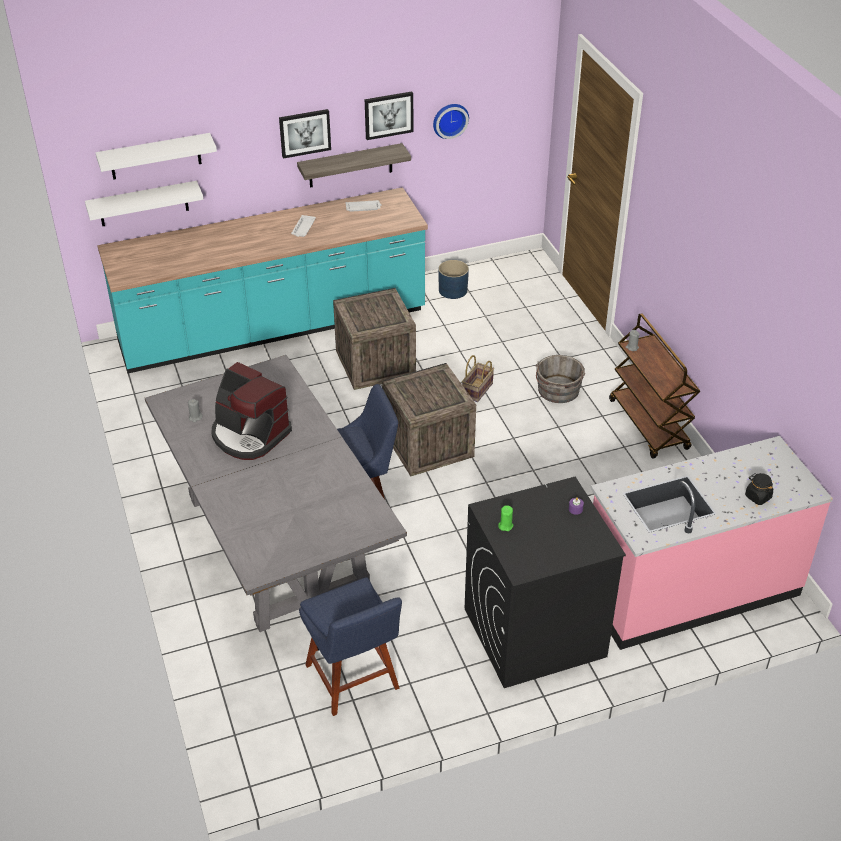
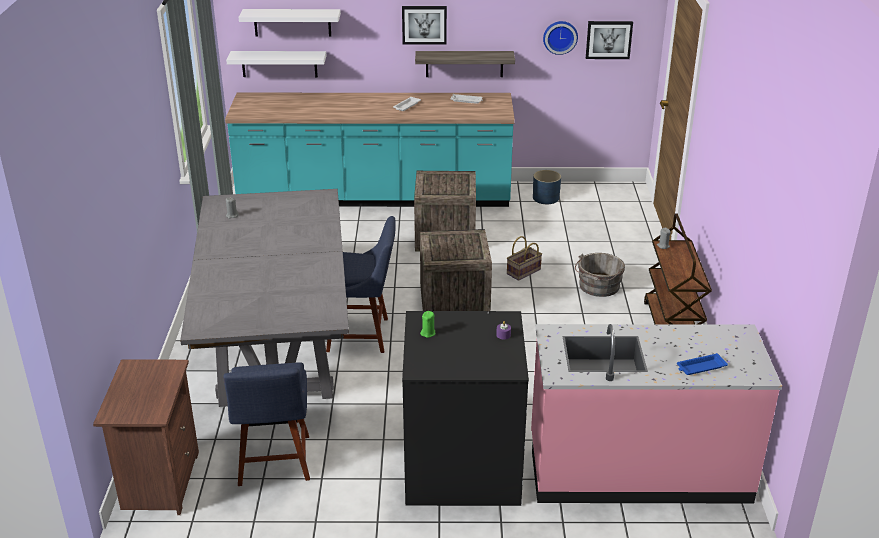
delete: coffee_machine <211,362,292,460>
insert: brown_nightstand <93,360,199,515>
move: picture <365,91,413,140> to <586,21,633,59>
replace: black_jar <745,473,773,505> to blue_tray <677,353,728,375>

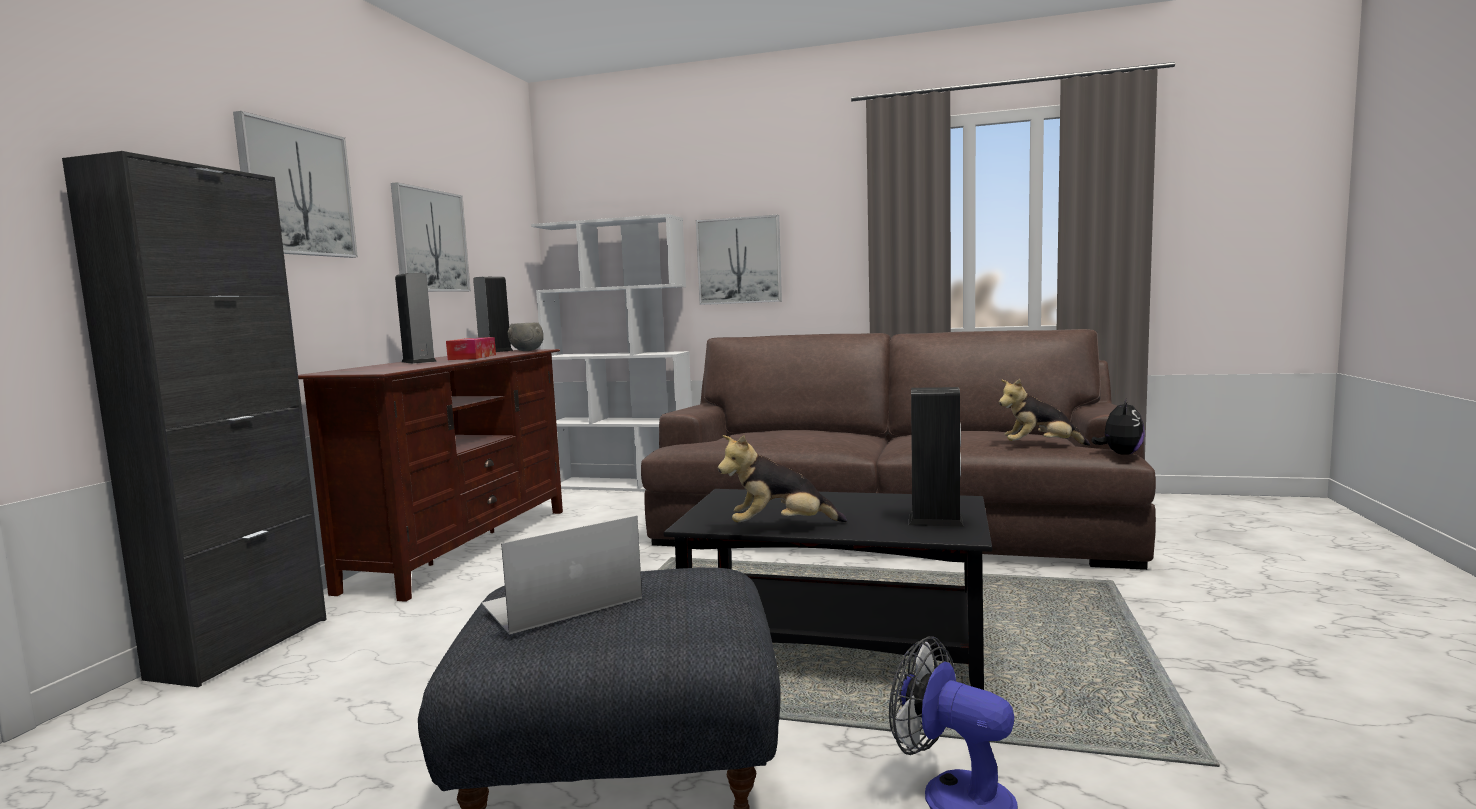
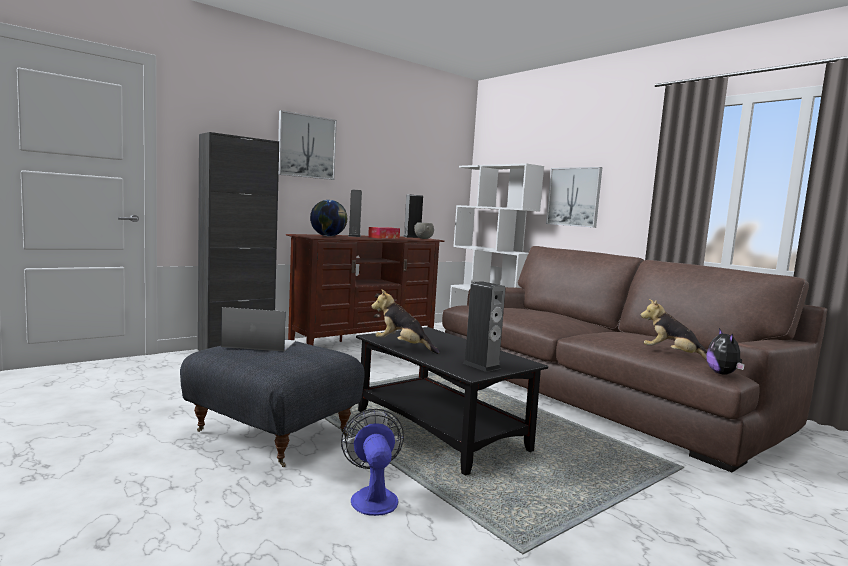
delete: picture <391,182,471,292>
insert: globe <310,200,347,236>
rotate: plush_toy <1091,398,1145,455> = <706,328,745,375> 120 degrees clockwise

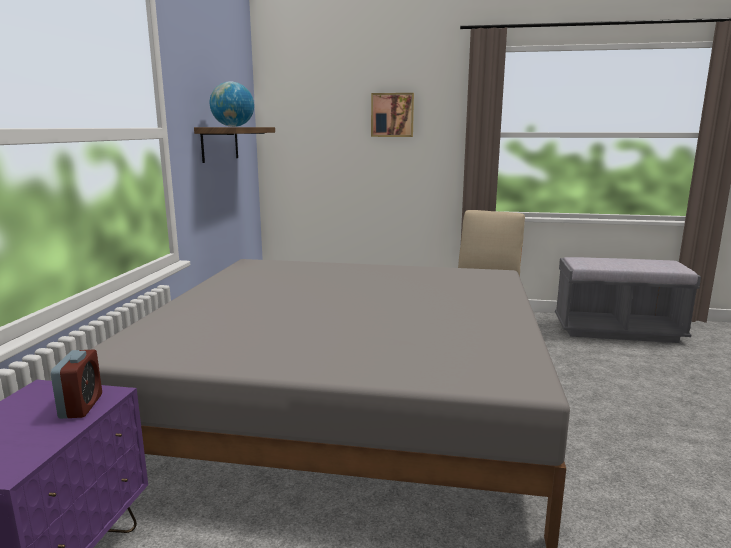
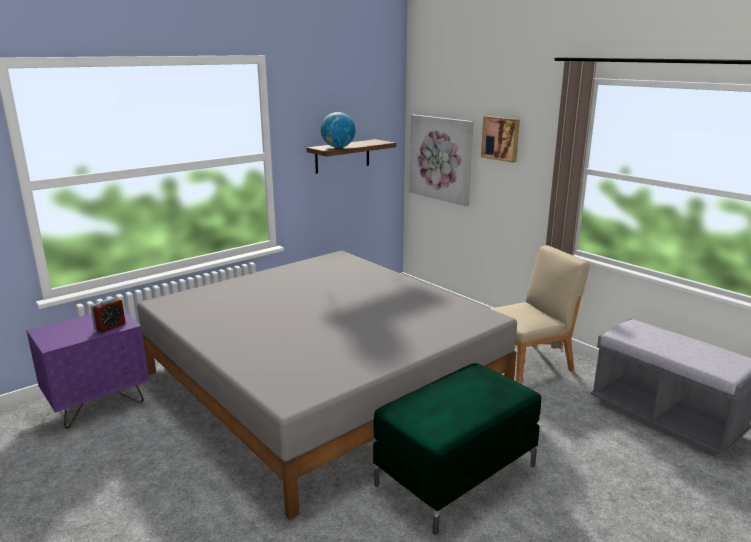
insert: green_ottoman <373,363,541,535>; picture <410,115,474,206>

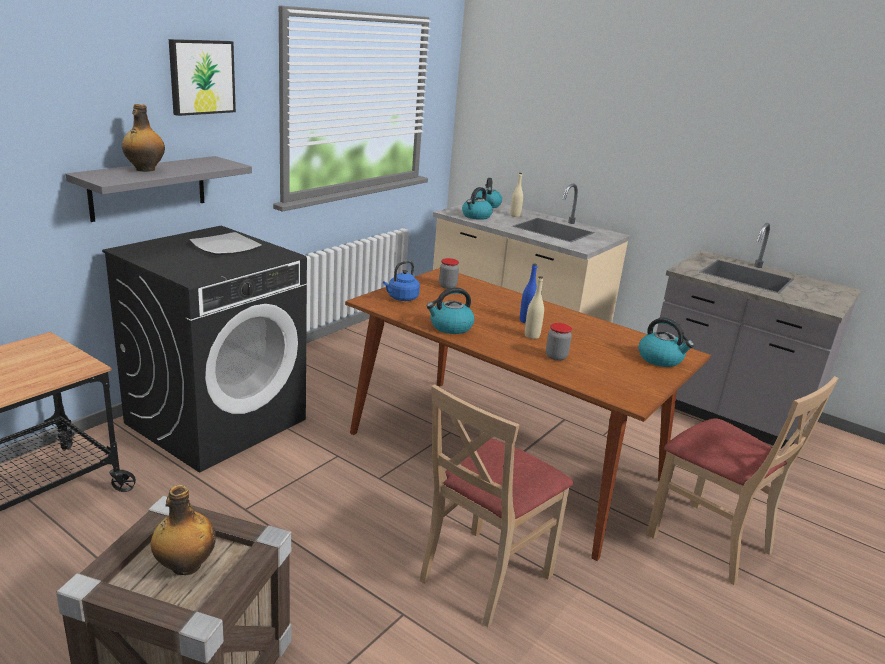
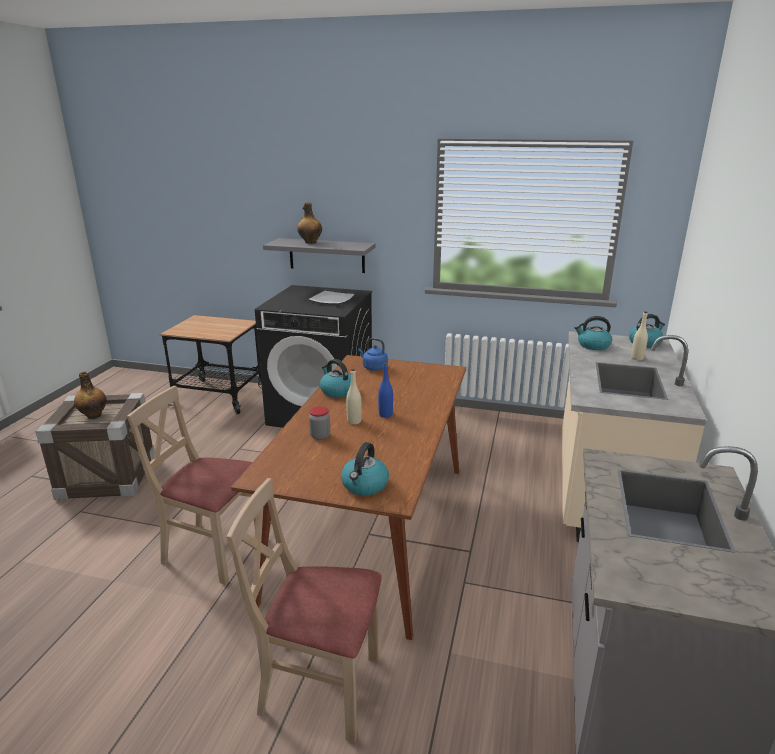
delete: picture <169,39,236,116>; jar <439,258,459,289>
rotate: beige_chair <646,376,838,585> = <226,478,382,742> 75 degrees clockwise

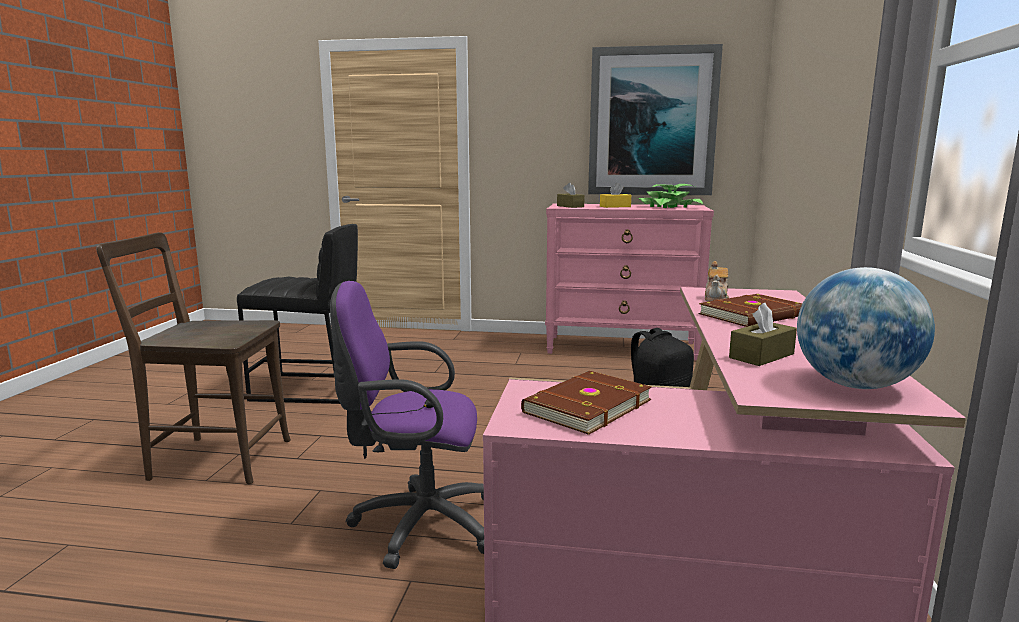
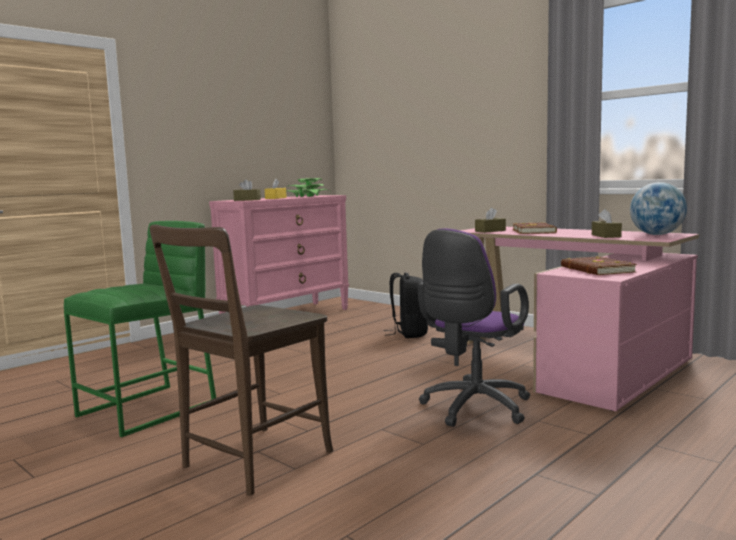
delete: picture <588,44,723,195>
replace: teapot <705,261,729,302> to brown_tissue_box <475,207,506,233>
recolor: black_stool <237,224,358,404> to green_stool <64,221,216,437>

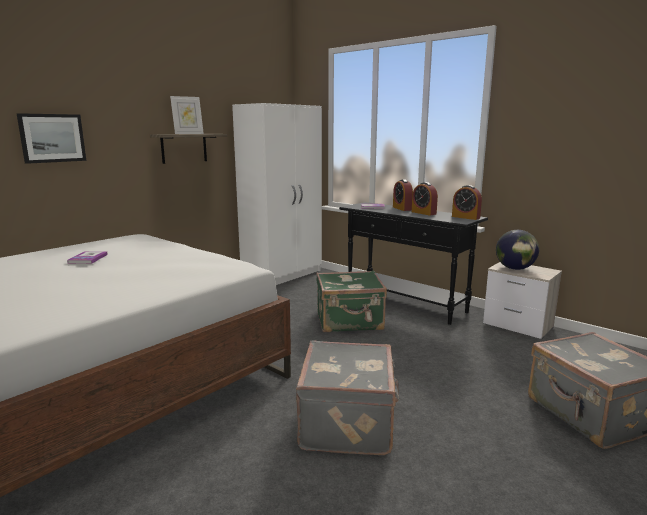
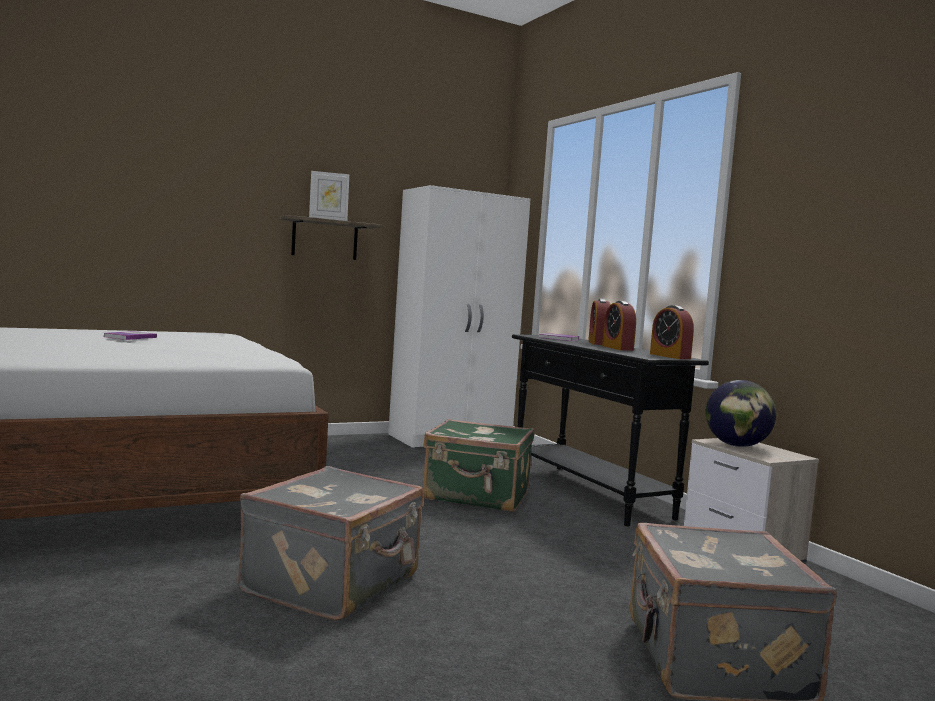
delete: picture <16,113,86,164>

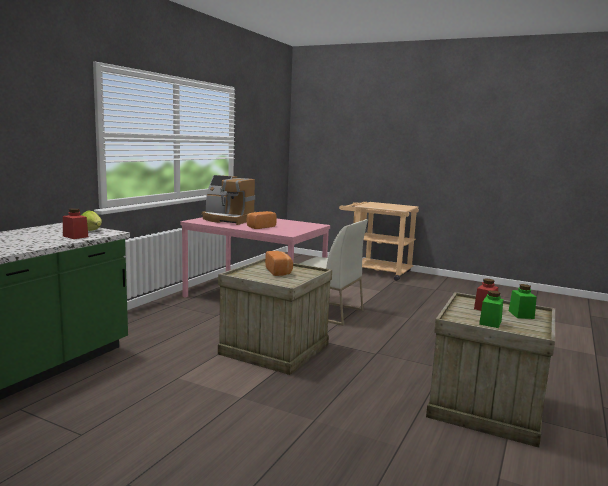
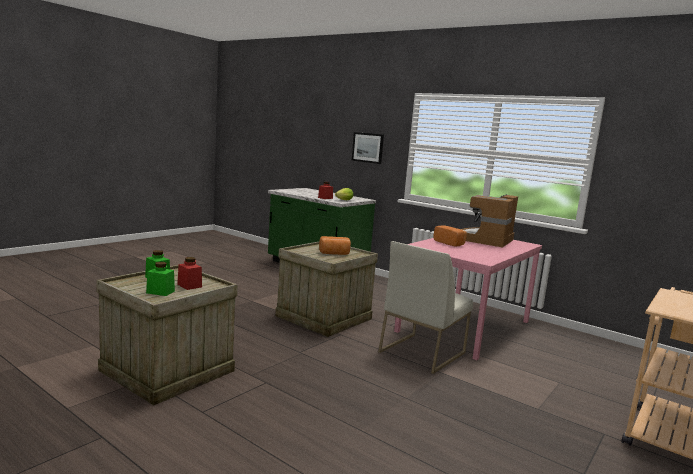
insert: picture <352,132,384,164>

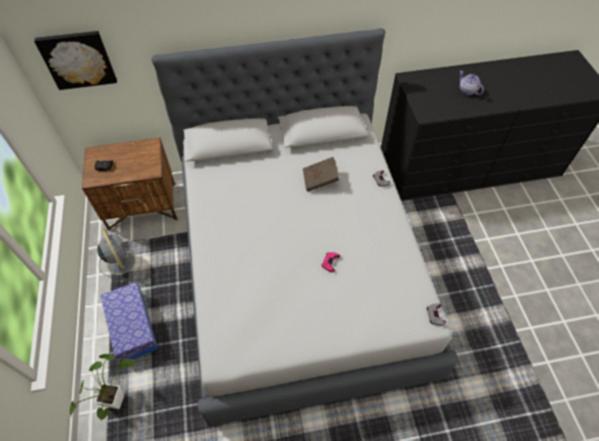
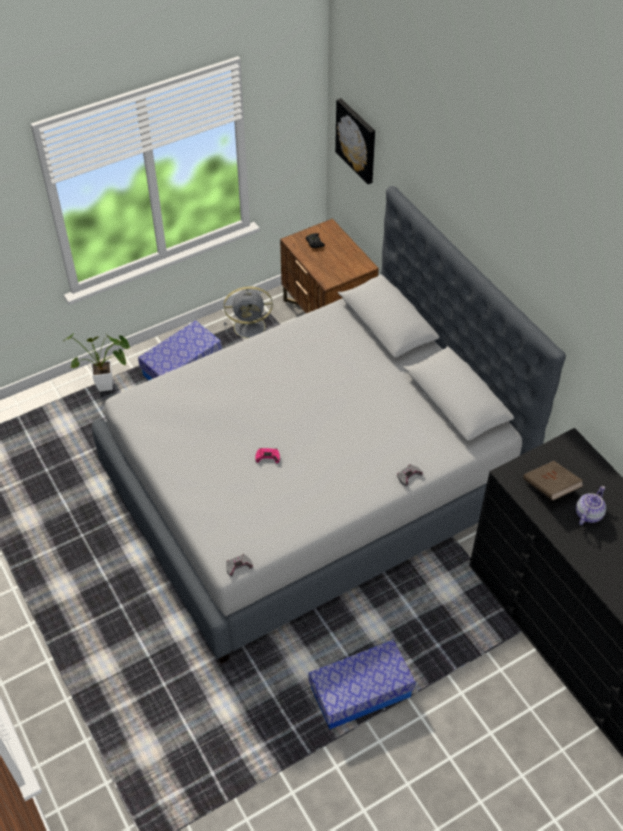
insert: storage_box <309,640,416,729>
move: brown_book <303,157,340,191> to <523,461,583,501>
rotate: grey_fan <97,229,142,283> = <224,286,274,342> 45 degrees clockwise

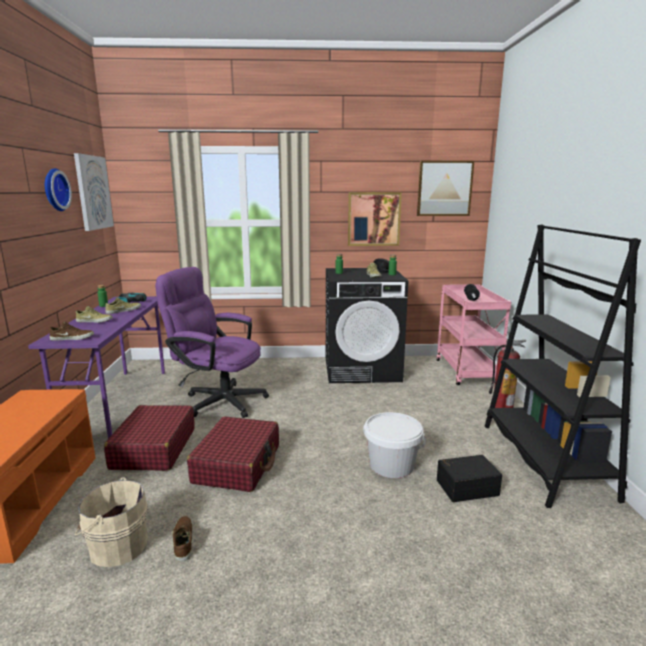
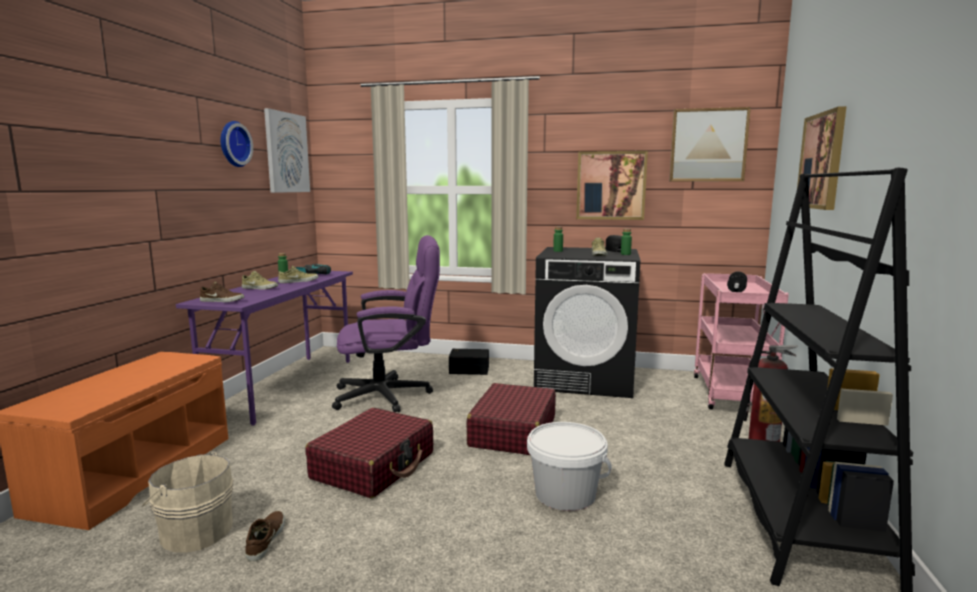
insert: picture <797,106,847,210>
move: black_storage_box <437,455,502,502> to <449,349,489,375>; red_suitcase <104,405,195,471> to <466,383,556,455>
rotate: purple_office_chair <155,267,269,418> = <332,235,440,413> 135 degrees clockwise

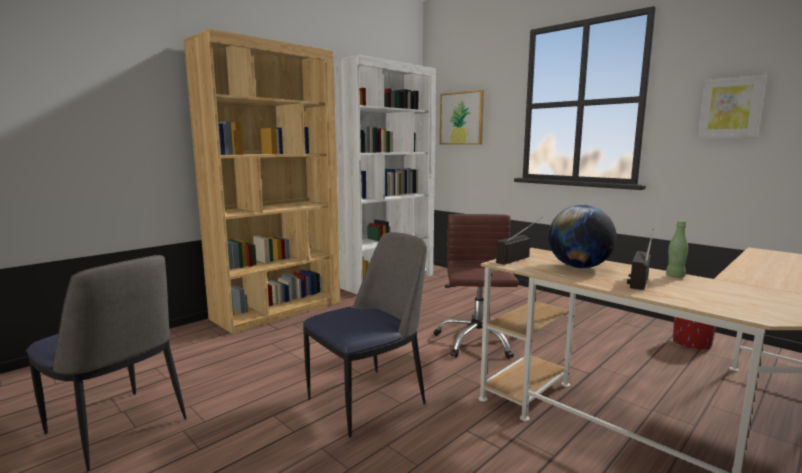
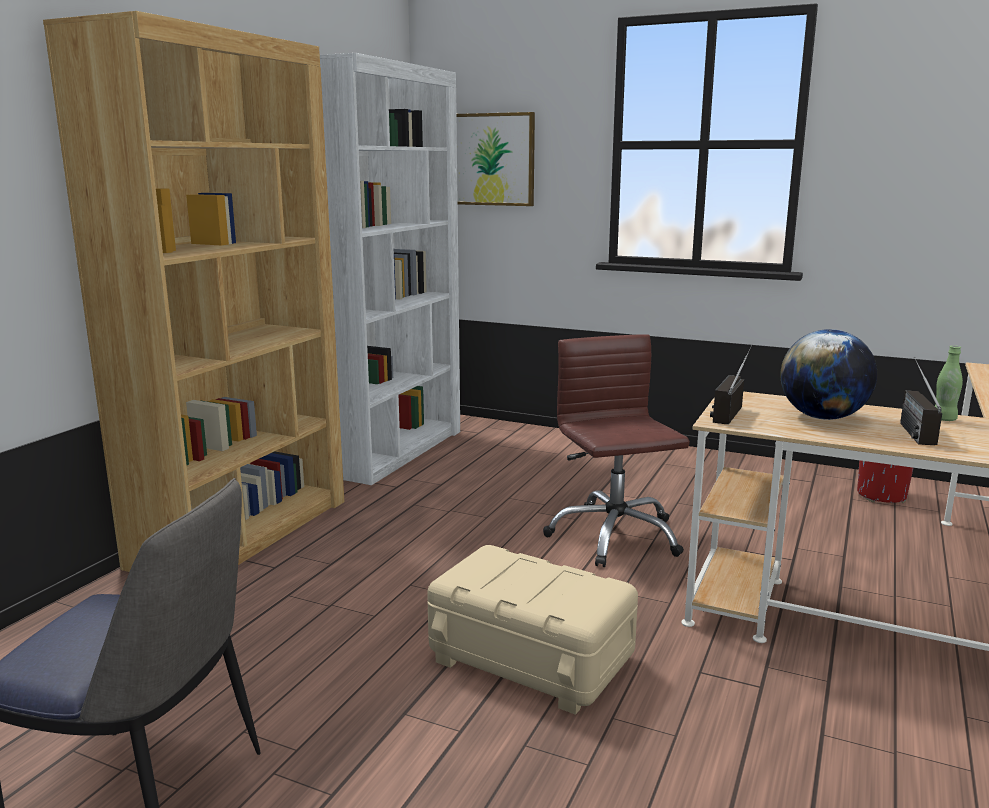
delete: picture <697,75,766,138>
replace: chair <303,232,427,438> to beige_storage_box <427,545,638,715>

